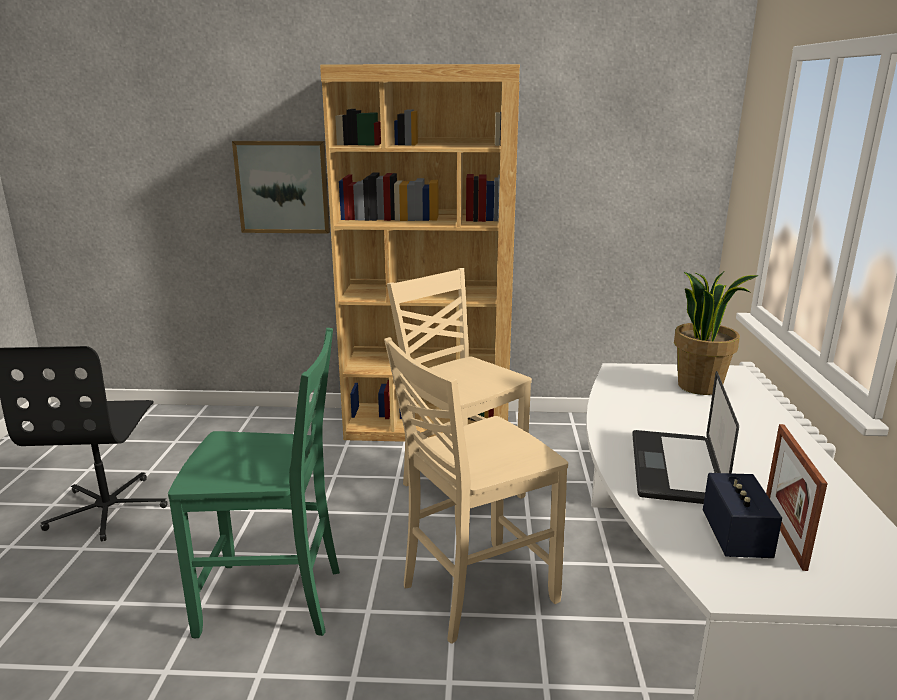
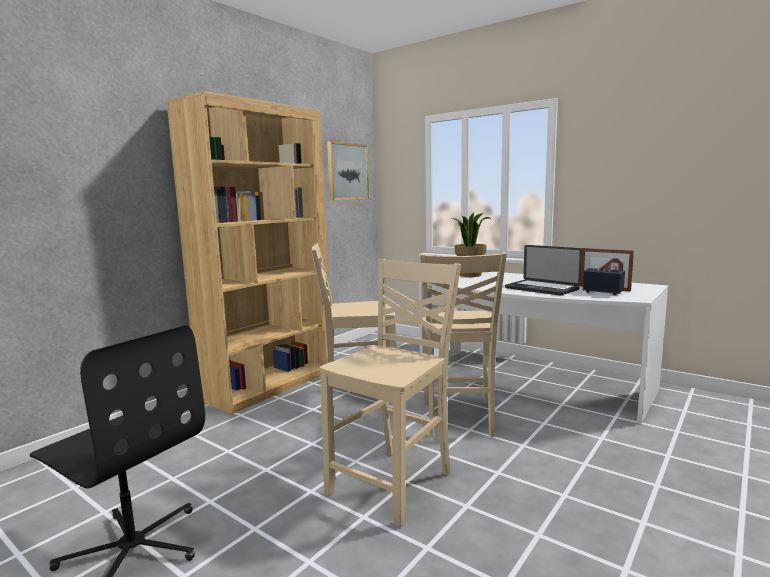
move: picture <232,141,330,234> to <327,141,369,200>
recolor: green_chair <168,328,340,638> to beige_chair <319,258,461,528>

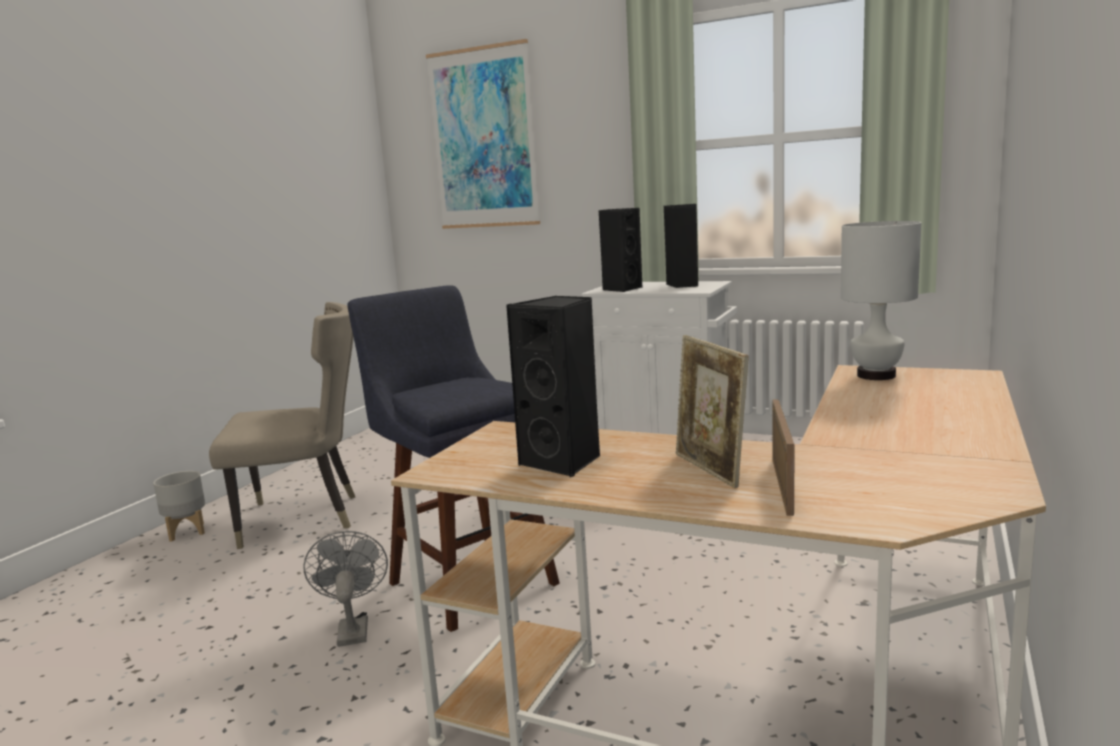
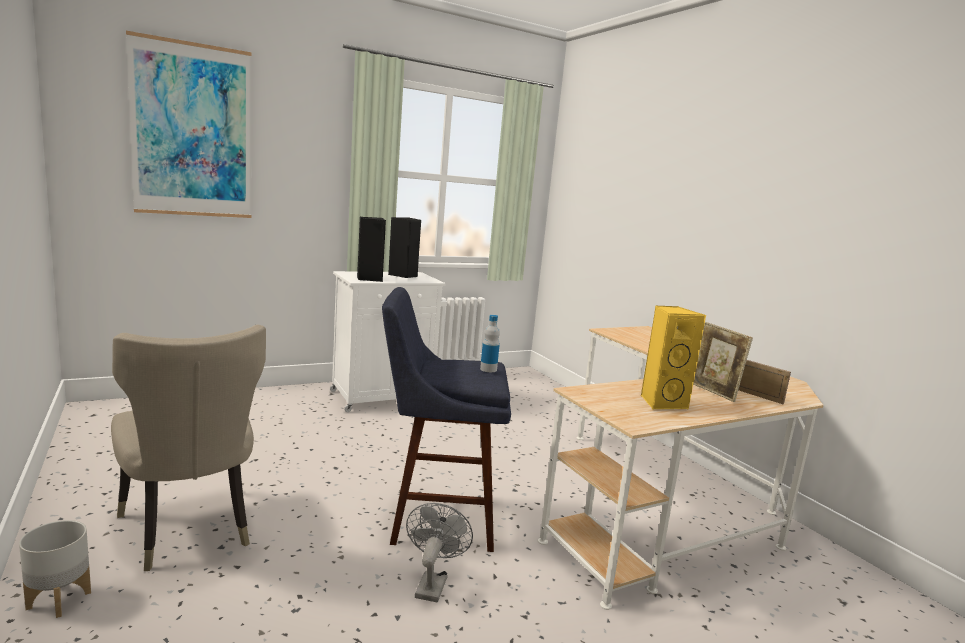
delete: white_table_lamp <841,221,921,380>
insert: bottle <480,315,500,372>
recolor: black_speaker <506,296,600,477> to yellow_speaker <641,306,706,410>
rotate: beige_chair <209,302,355,549> = <111,324,266,571> 120 degrees clockwise; grey_fan <303,531,388,647> = <406,503,473,602> 75 degrees clockwise; picture_frame <676,335,749,488> = <693,322,753,402> 45 degrees clockwise

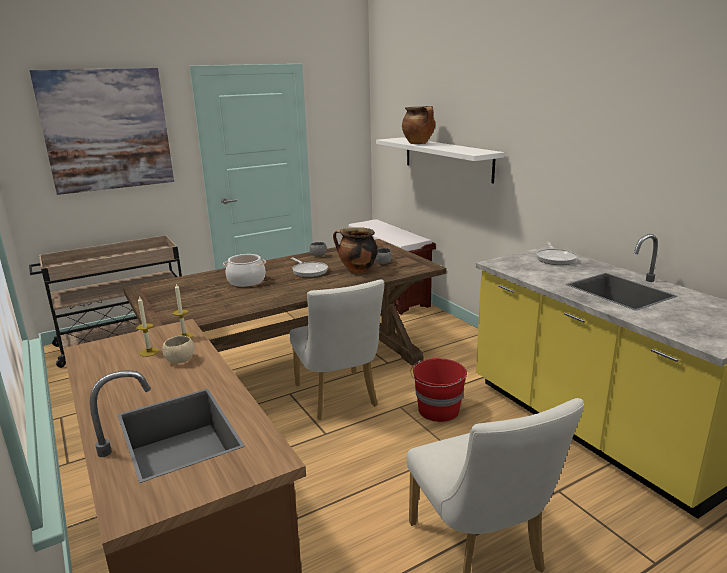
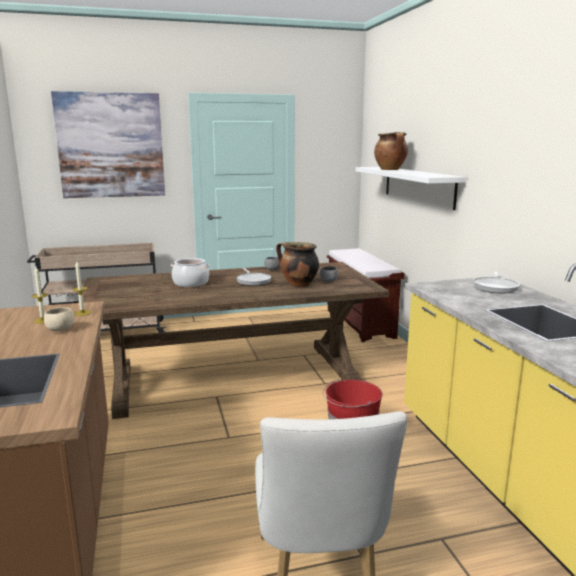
delete: white_chair <289,279,384,420>

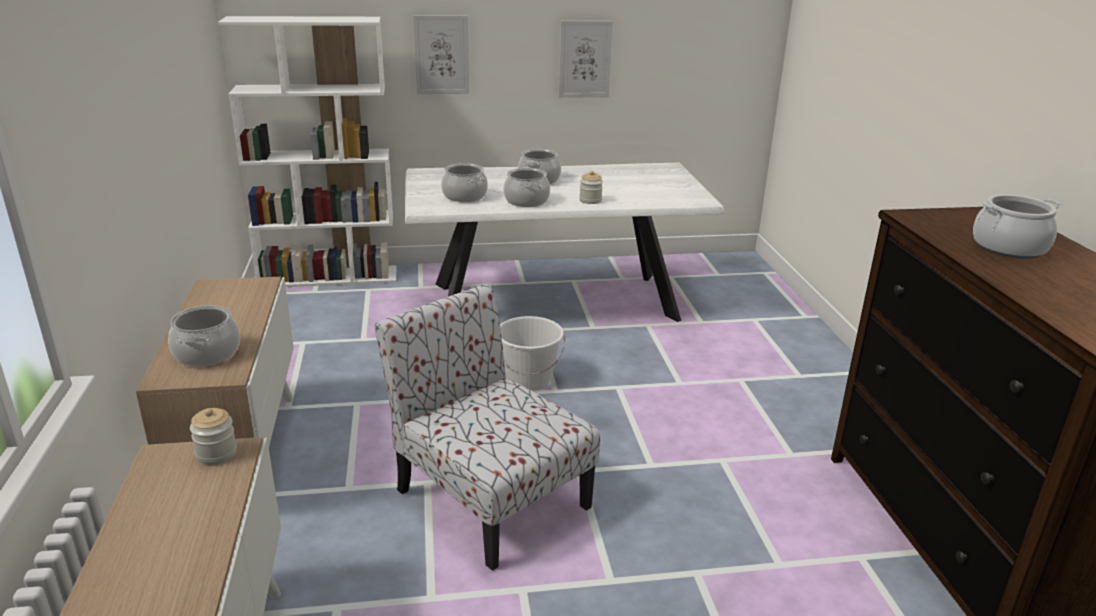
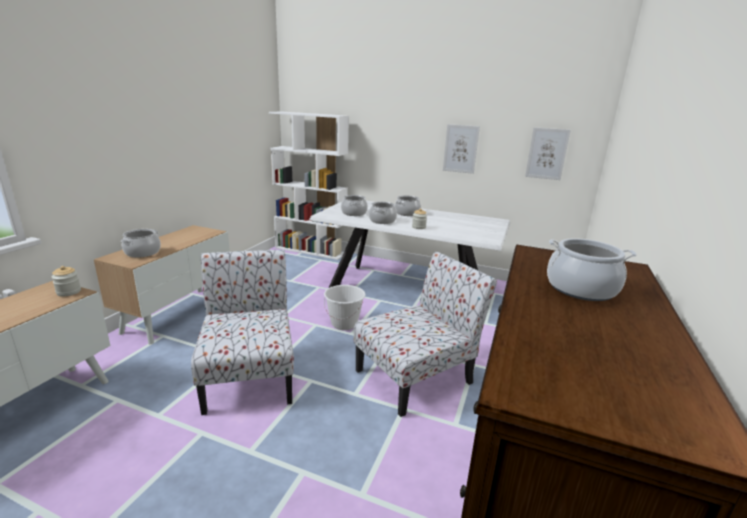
insert: chair <354,252,497,417>
move: picture <413,15,469,94> to <525,127,571,180>

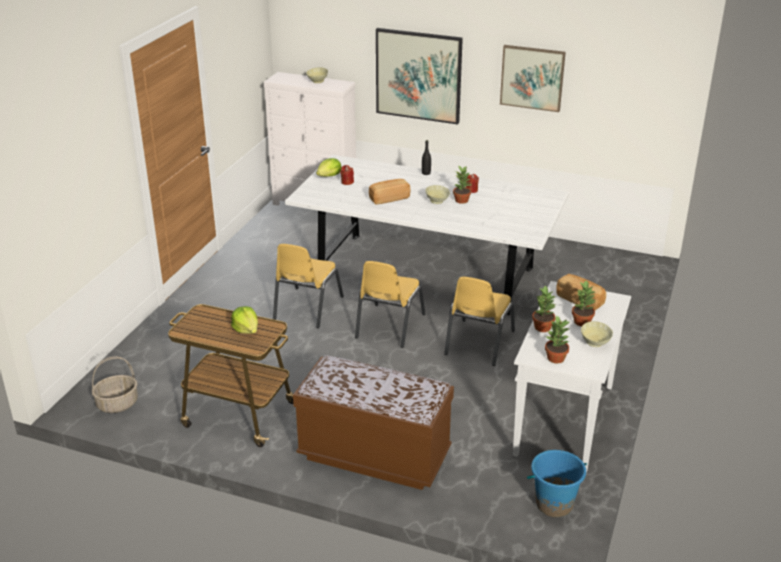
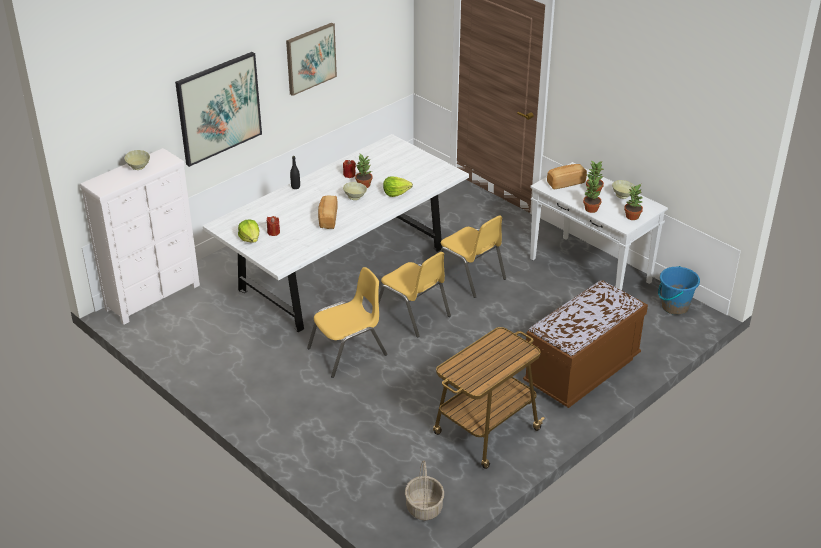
move: lettuce <231,306,258,334> to <383,177,413,197>
rotate: yellow_chair <273,244,344,329> = <307,267,387,378> 75 degrees counterclockwise

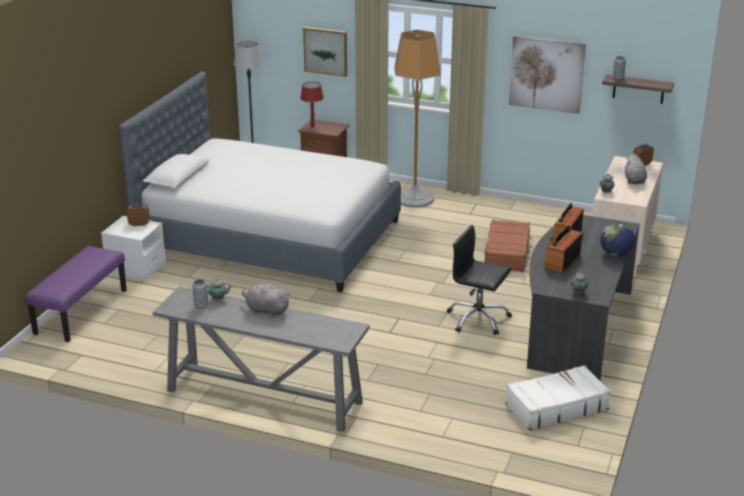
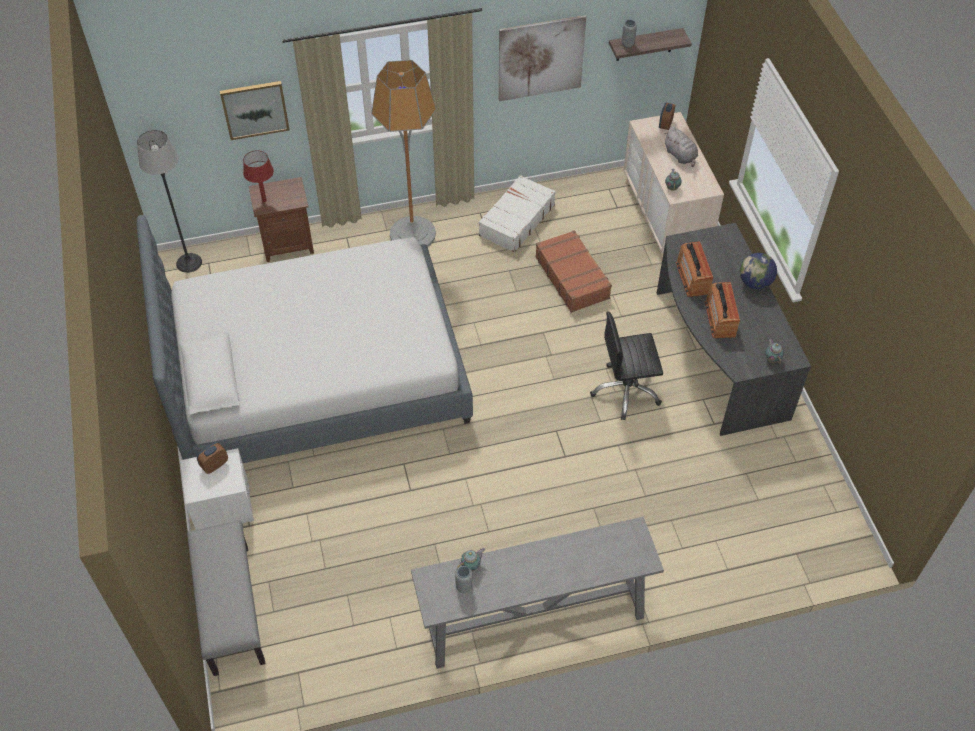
delete: grey_plush_toy <242,282,291,317>
move: white_suitcase <506,365,611,430> to <479,175,556,252>
recolor: purple_bench <25,246,127,342> to grey_bench <187,520,266,676>

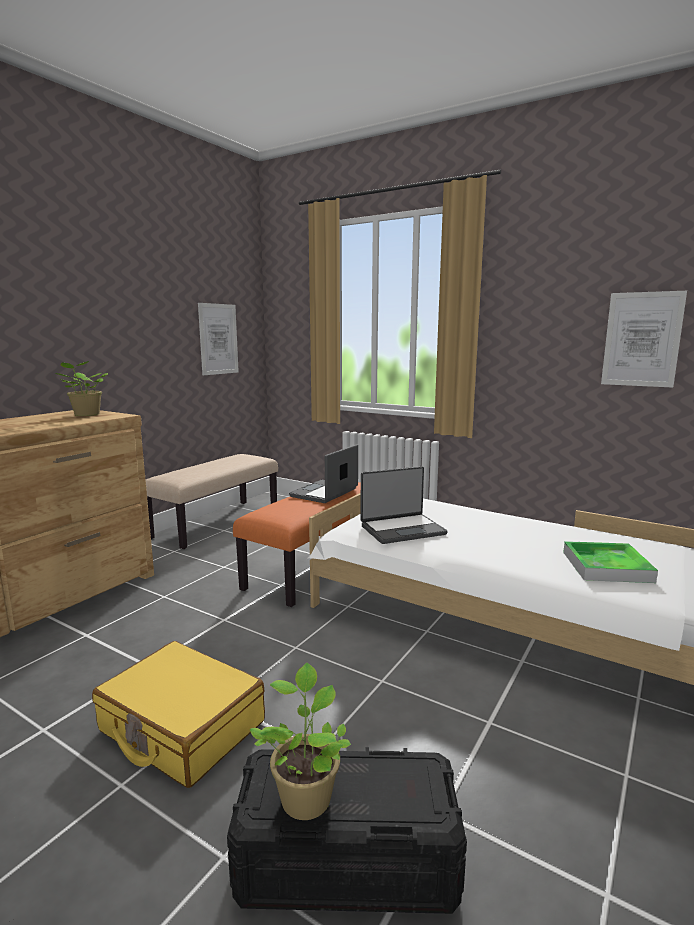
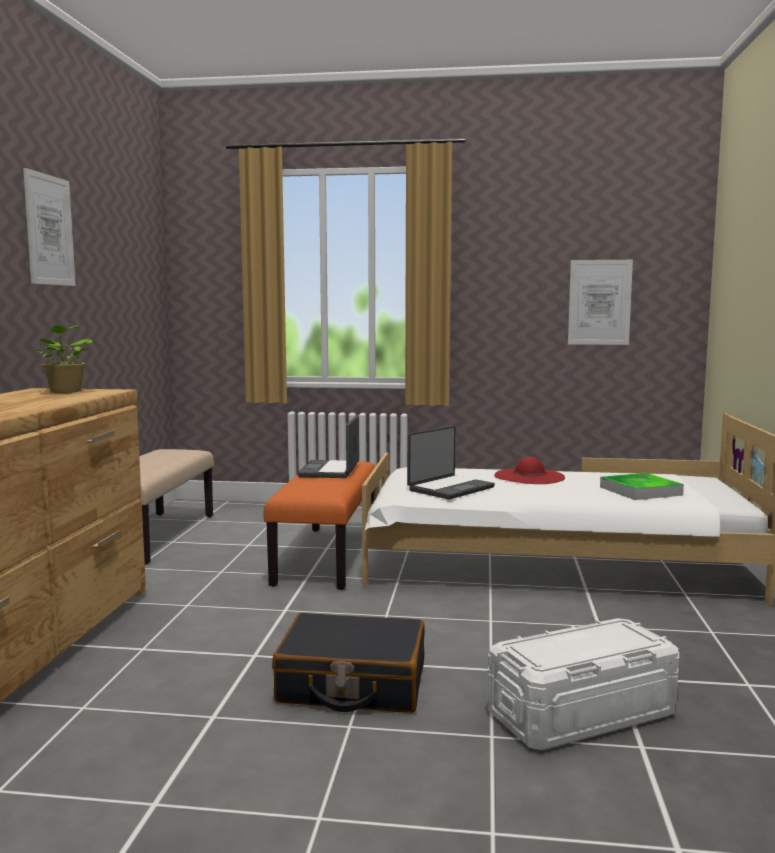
delete: potted_plant <250,663,351,820>
insert: red_hat <494,457,565,484>
move: picture <198,303,239,375> to <23,168,76,286>
recolor: yellow_suitcase <92,641,265,788> to black_suitcase <272,613,425,713>; black_storage_box <227,747,467,914> to white_storage_box <487,618,679,750>

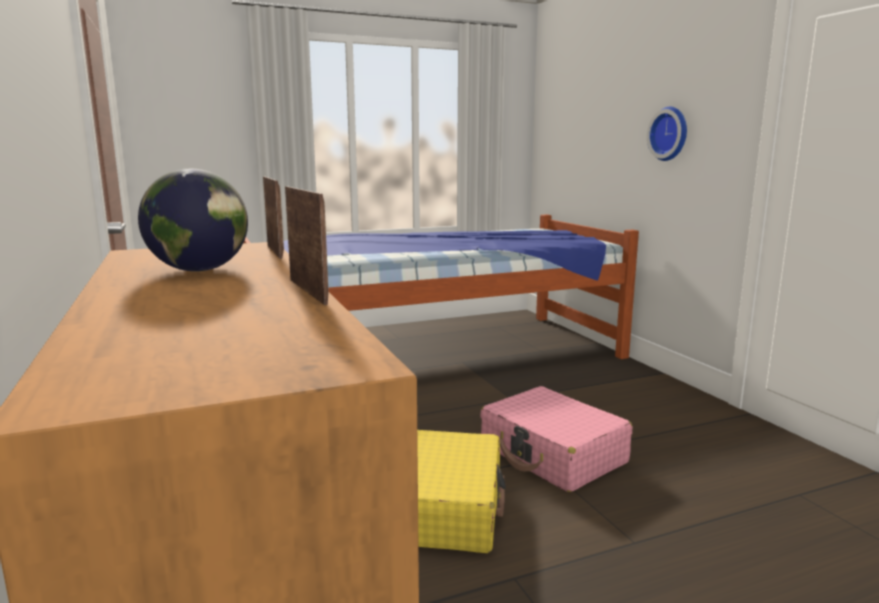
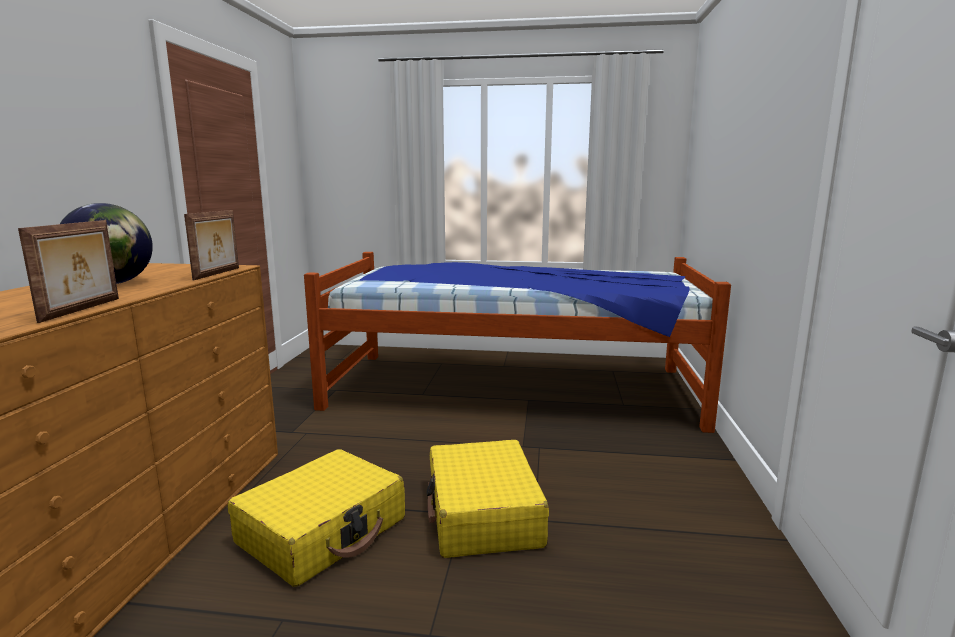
delete: wall_clock <647,107,687,161>
recolor: pink_suitcase <480,386,632,492> to yellow_suitcase <426,440,549,558>

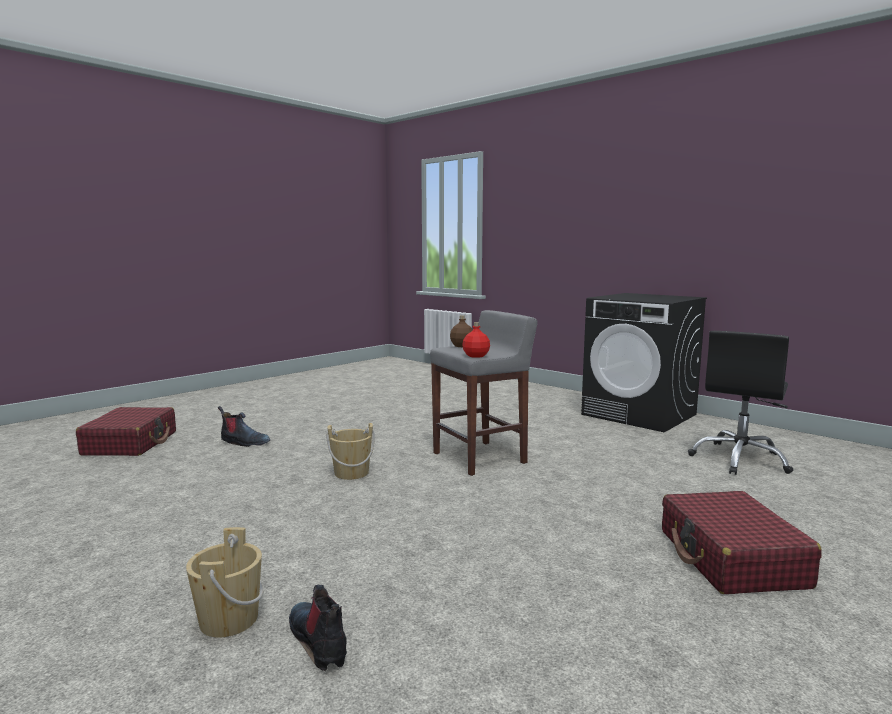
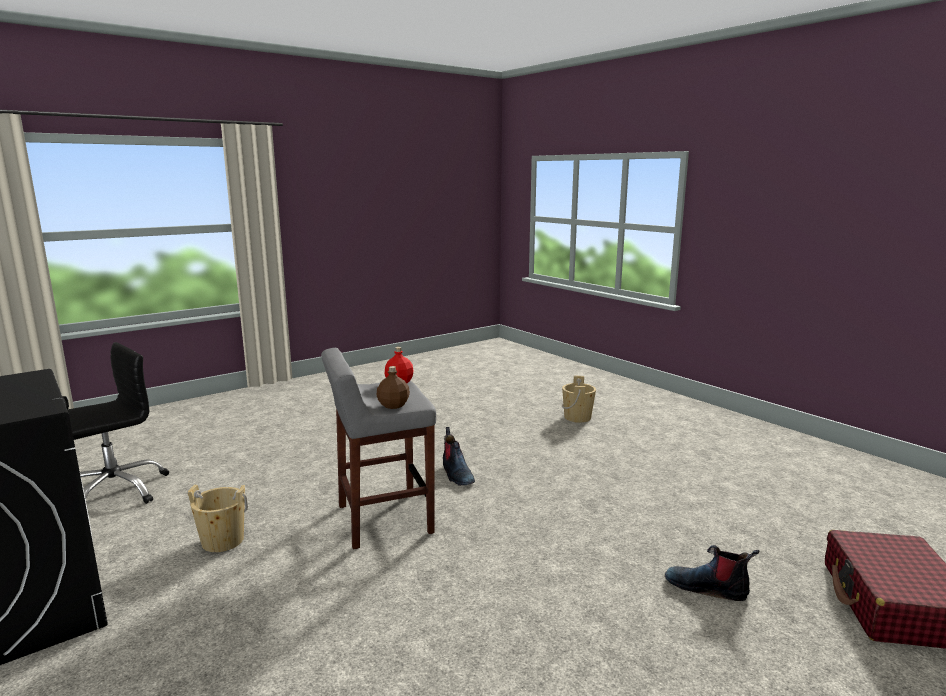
delete: red_suitcase <662,491,822,594>
move: beige_bucket <326,423,375,480> to <188,485,248,552>; boot <289,585,347,671> to <443,427,475,486>

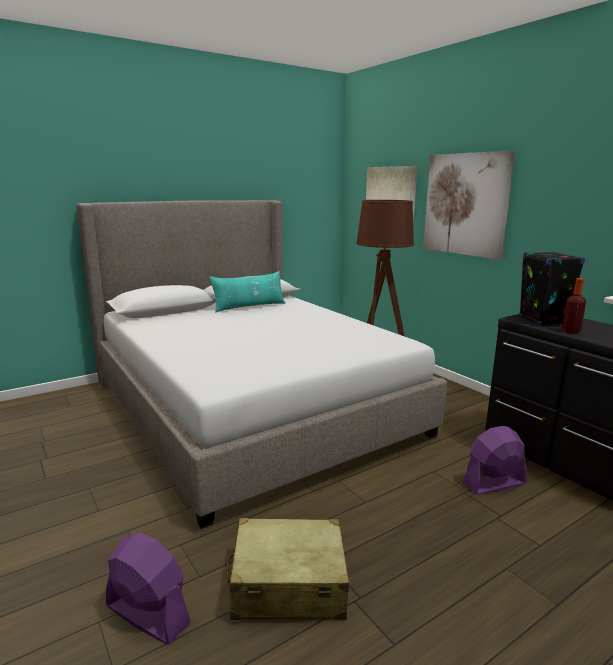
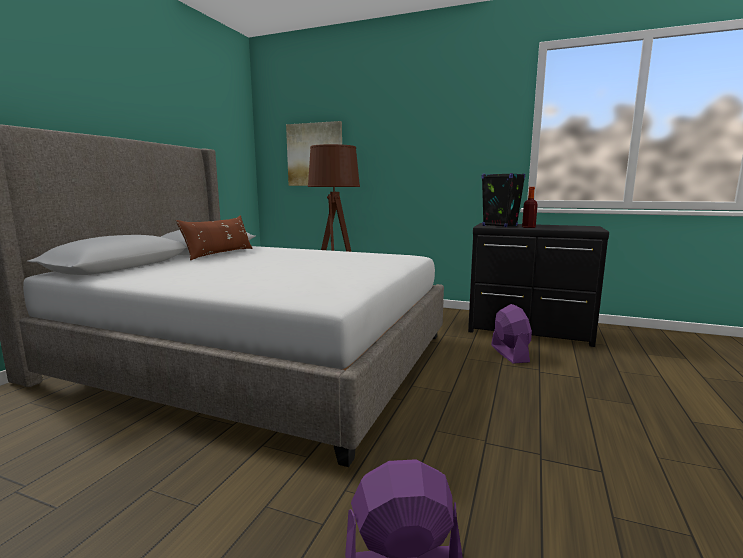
delete: beige_suitcase <227,518,349,620>; picture <423,151,515,260>
recolor: turquoise_pillow <209,271,285,313> to brown_pillow <176,216,253,261>
rotate: purple_fan <463,426,527,495> = <491,304,532,364> 135 degrees clockwise

